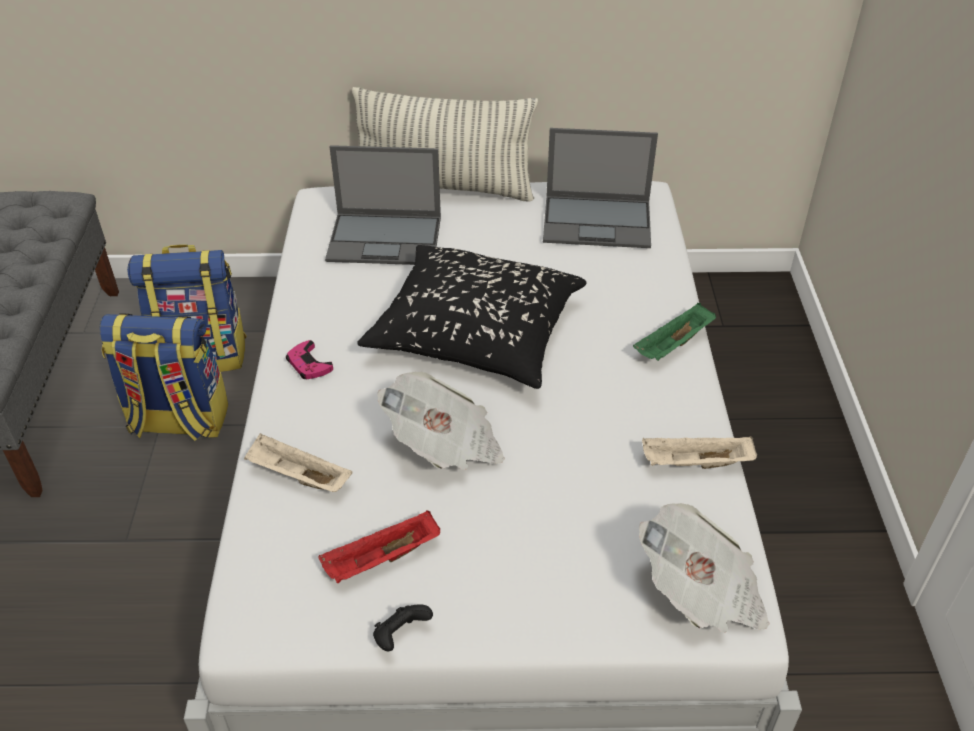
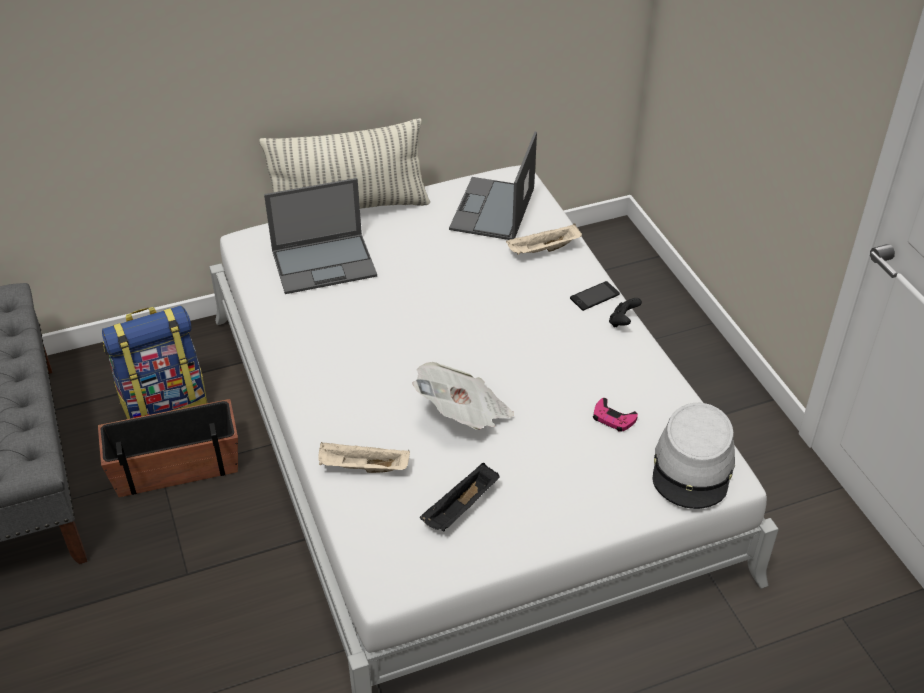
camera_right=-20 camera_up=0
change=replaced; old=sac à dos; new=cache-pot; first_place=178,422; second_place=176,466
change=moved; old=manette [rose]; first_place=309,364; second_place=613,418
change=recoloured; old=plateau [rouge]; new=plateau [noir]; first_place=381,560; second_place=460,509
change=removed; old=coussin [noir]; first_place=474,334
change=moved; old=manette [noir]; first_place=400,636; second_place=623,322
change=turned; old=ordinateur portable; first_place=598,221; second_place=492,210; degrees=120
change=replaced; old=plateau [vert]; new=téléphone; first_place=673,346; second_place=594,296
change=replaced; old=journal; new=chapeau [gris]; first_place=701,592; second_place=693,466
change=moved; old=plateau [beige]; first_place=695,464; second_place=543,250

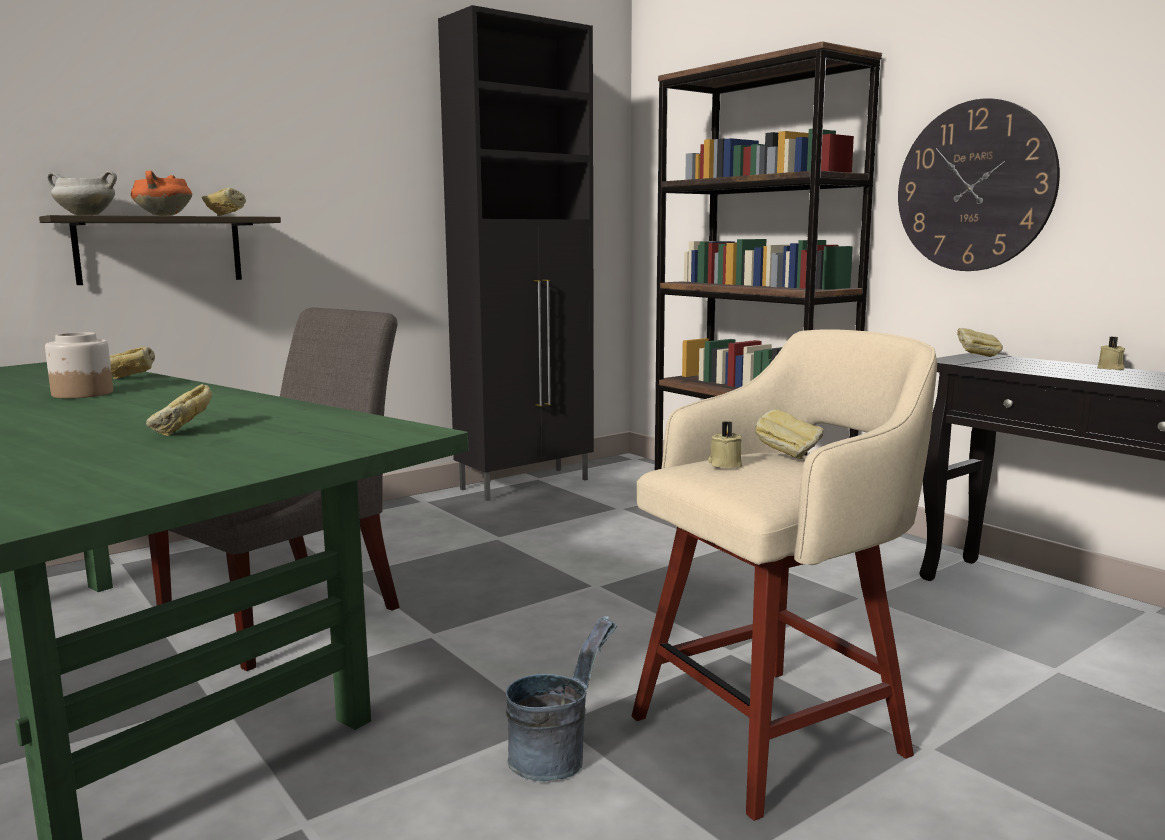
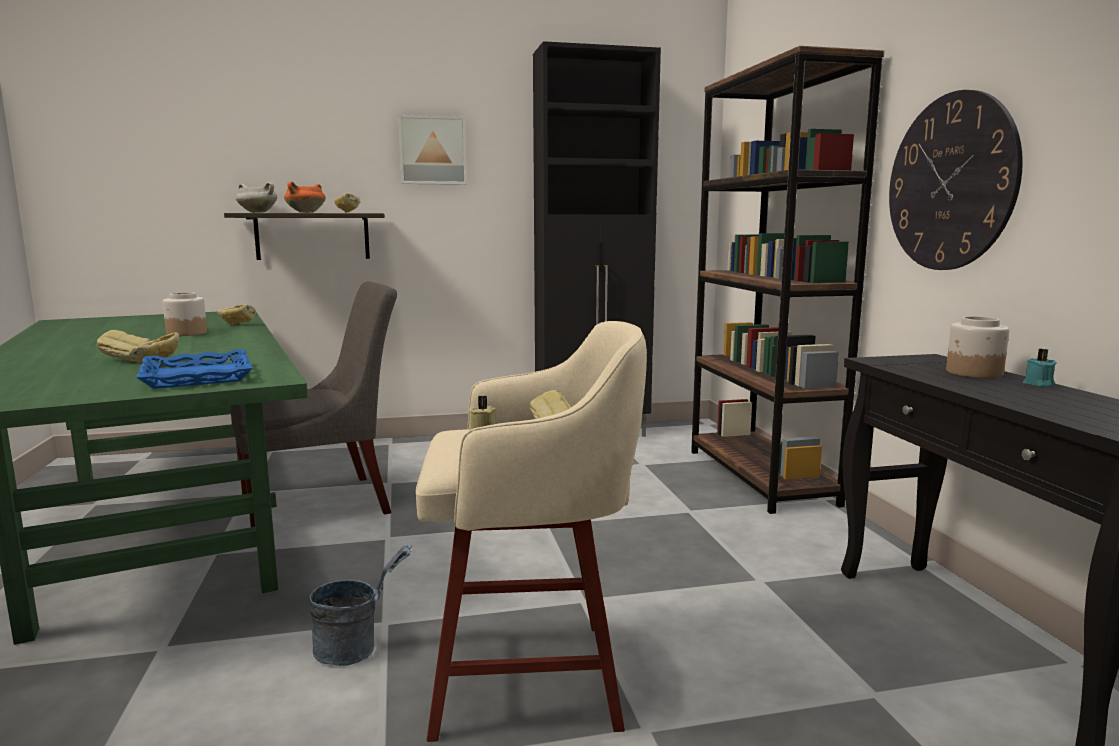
camera_right=25 camera_up=0
change=moved; old=pain; first_place=977,357; second_place=126,360
change=recoloured; old=bougie [beige]; new=bougie [turquoise]; first_place=1110,368; second_place=1038,384
change=added; new=plateau [bleu]; second_place=198,376
change=added; new=tableau; second_place=432,150
change=added; new=bocal; second_place=974,373

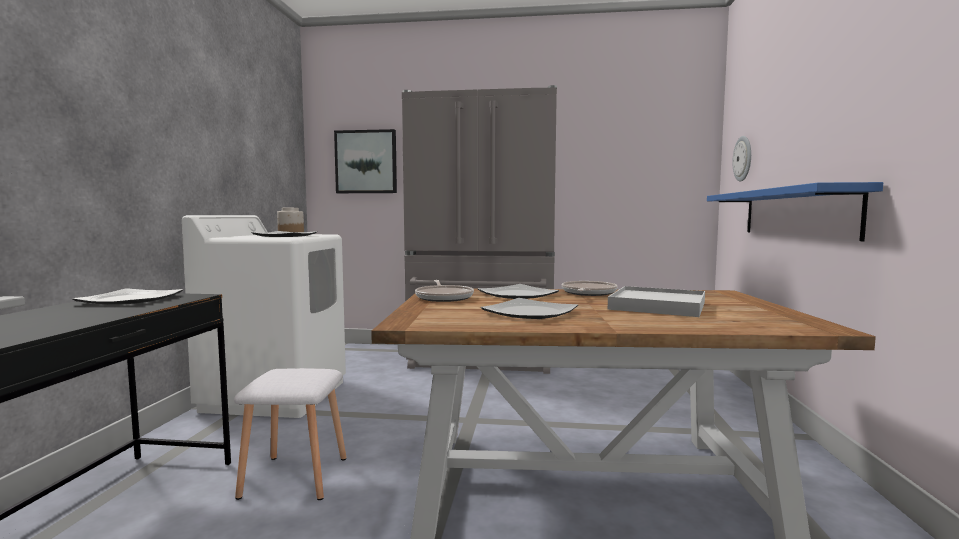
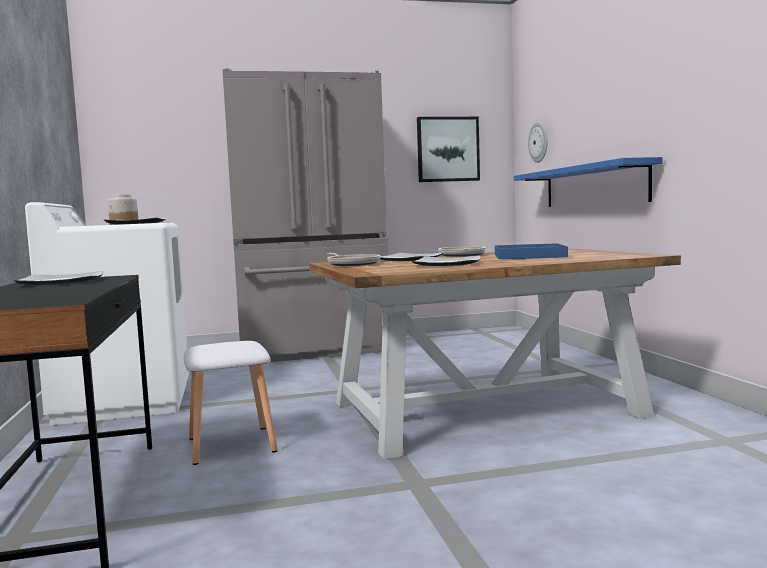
camera_right=-20 camera_up=0
change=moved; old=tableau; first_place=366,162; second_place=447,149
change=recoloured; old=plateau [blanc]; new=plateau [bleu]; first_place=657,306; second_place=529,256

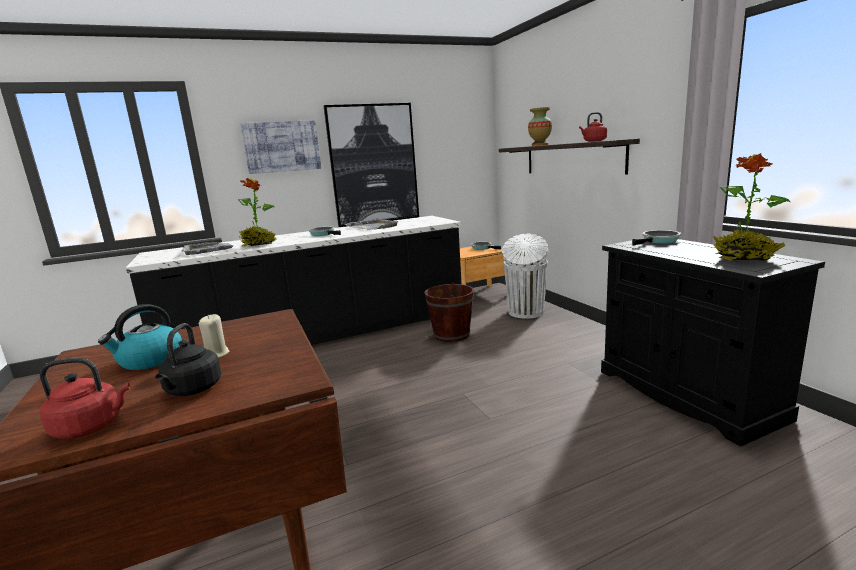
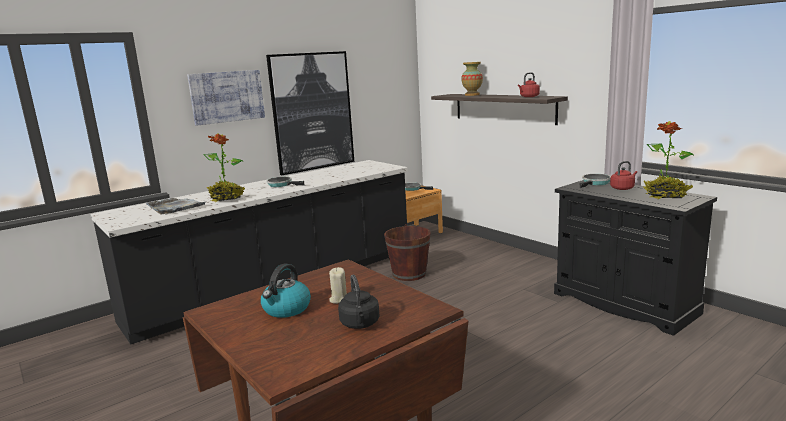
camera_right=-15 camera_up=0
change=moved; old=bouilloire [rouge]; first_place=91,427; second_place=623,188
change=removed; old=plateau [gris]; first_place=373,227
change=removed; old=poubelle [blanc]; first_place=525,312

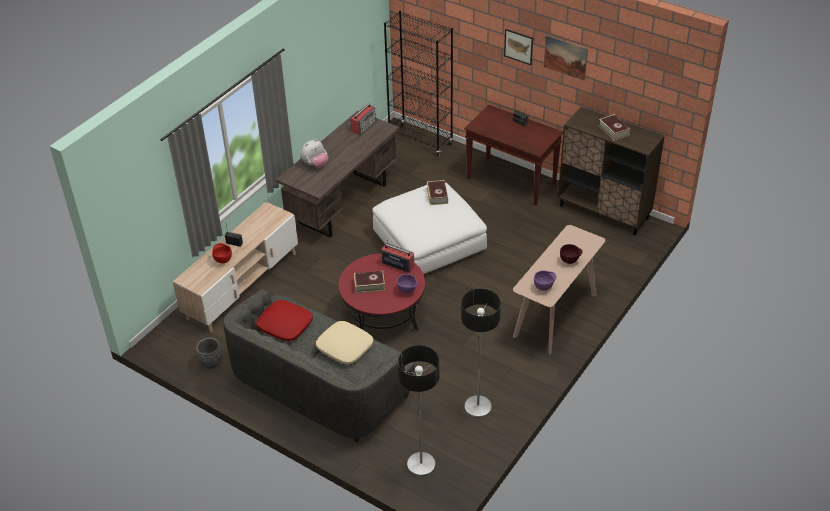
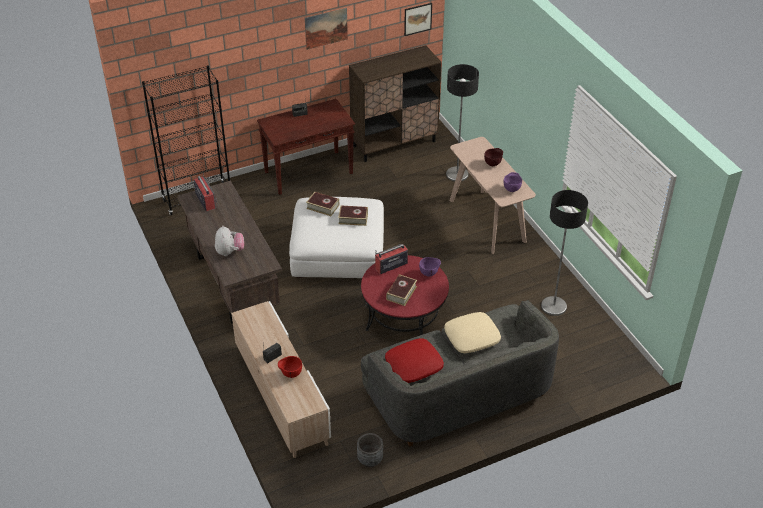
camera_right=-60 camera_up=0
change=moved; old=lampadaire; first_place=421,464; second_place=457,174
change=moved; old=tableau; first_place=518,46; second_place=417,19
change=moved; old=livre; first_place=613,130; second_place=353,218

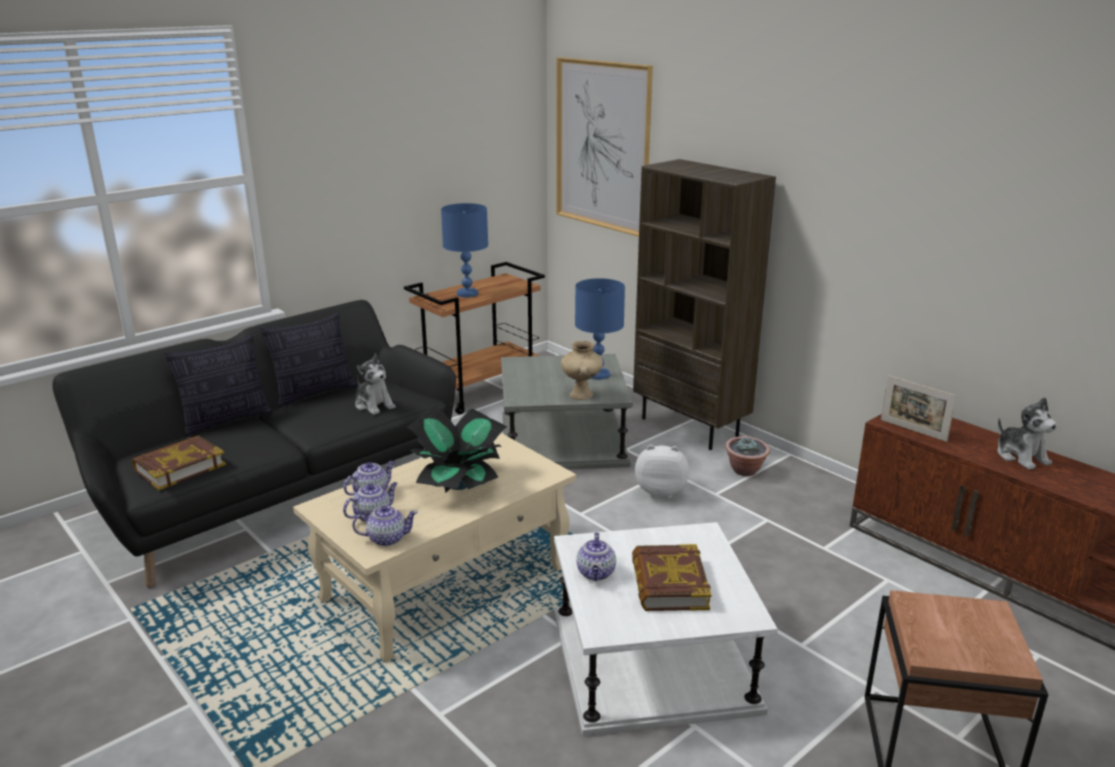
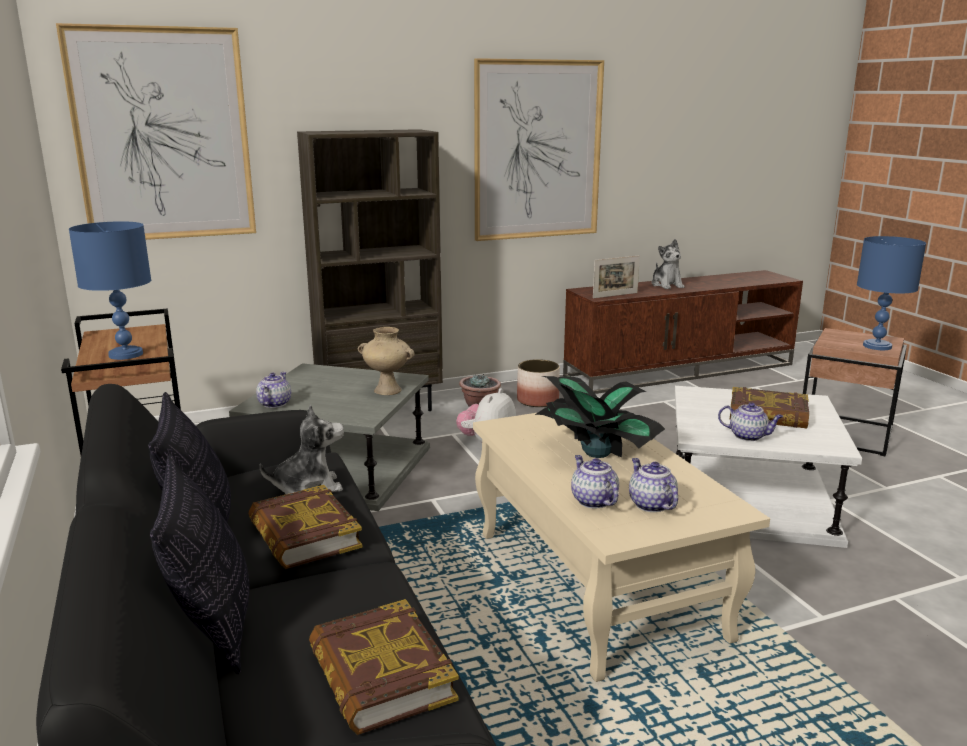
camera_right=-70 camera_up=-5
change=moved; old=théière; first_place=386,538; second_place=274,404
change=moved; old=lampe de table [bleu]; first_place=598,374; second_place=876,346
change=turned; old=peluche; first_place=1021,456; second_place=666,285; degrees=75
change=added; new=livre; second_place=304,535
change=added; new=tableau; second_place=537,150
change=added; new=cache-pot; second_place=537,400

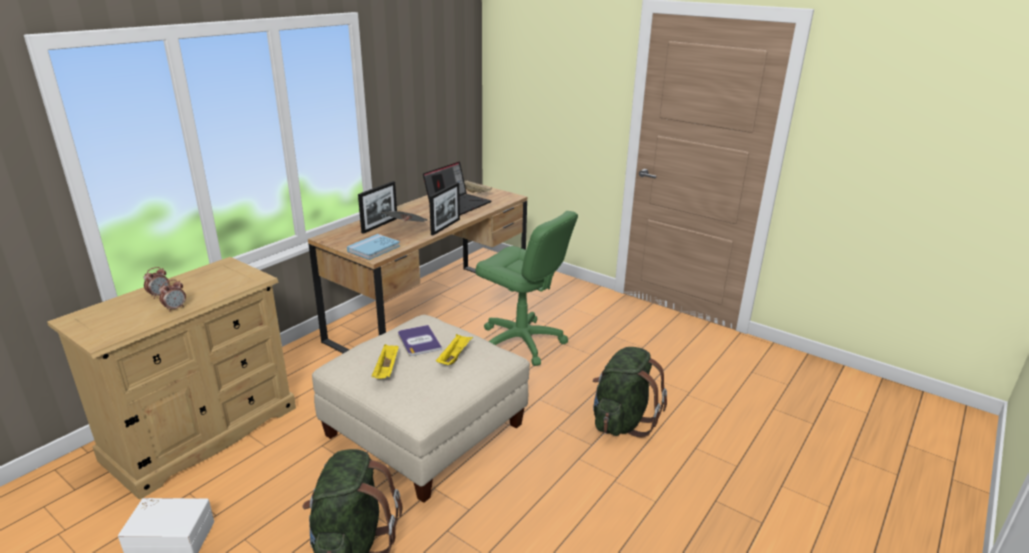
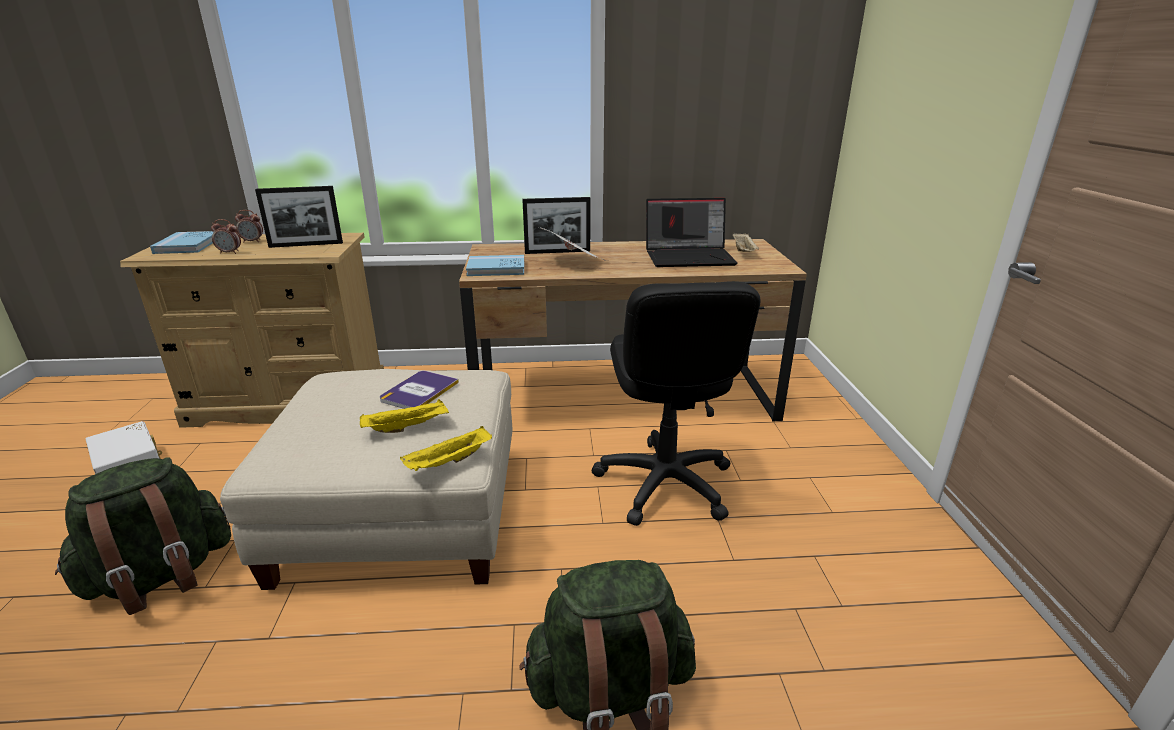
camera_right=50 camera_up=0
change=moved; old=plateau [jaune]; first_place=386,370; second_place=449,462
change=moved; old=cadre photo; first_place=445,227; second_place=306,245
change=recoloured; old=chaise de bureau [vert]; new=chaise de bureau [noir]; first_place=521,342; second_place=664,483
change=added; new=livre [bleu]; second_place=188,245

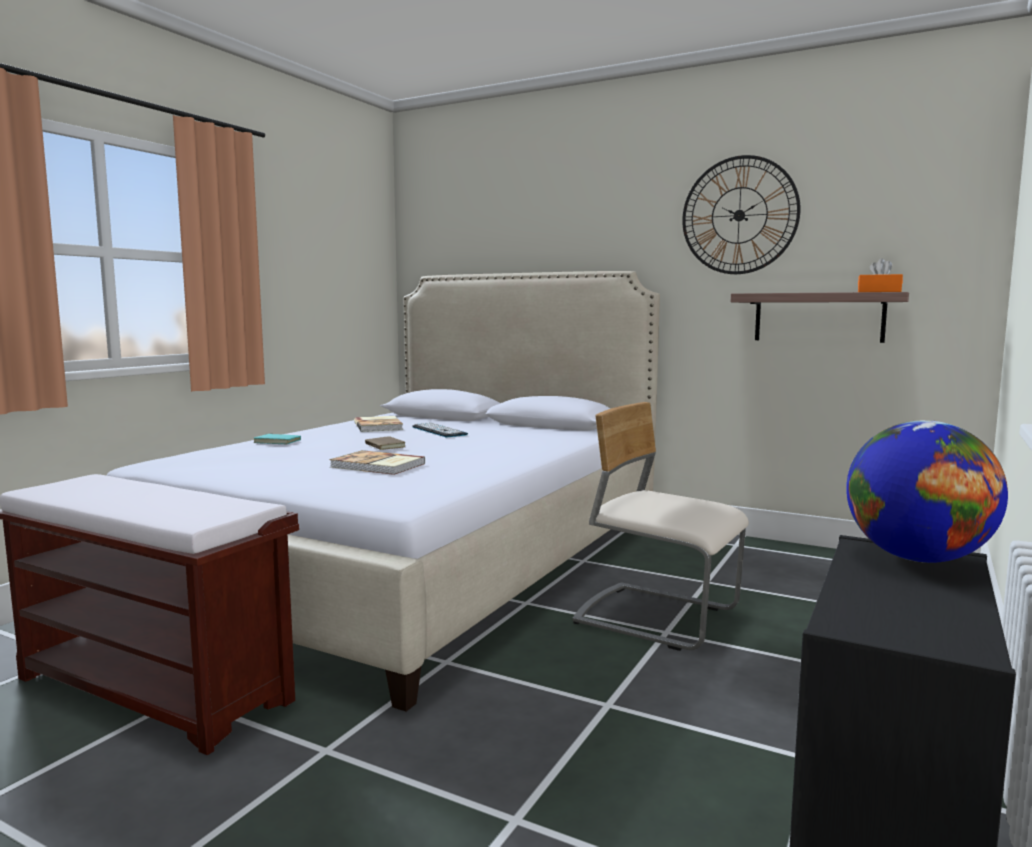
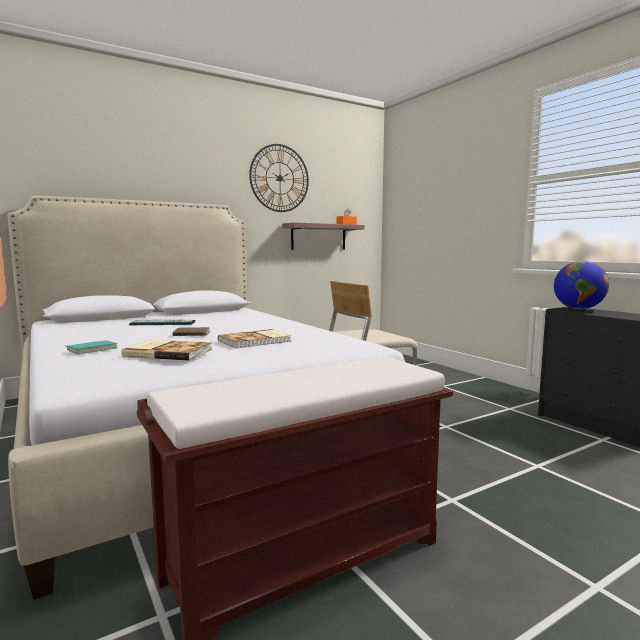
camera_right=-60 camera_up=0
change=moved; old=livre; first_place=379,426; second_place=168,352

